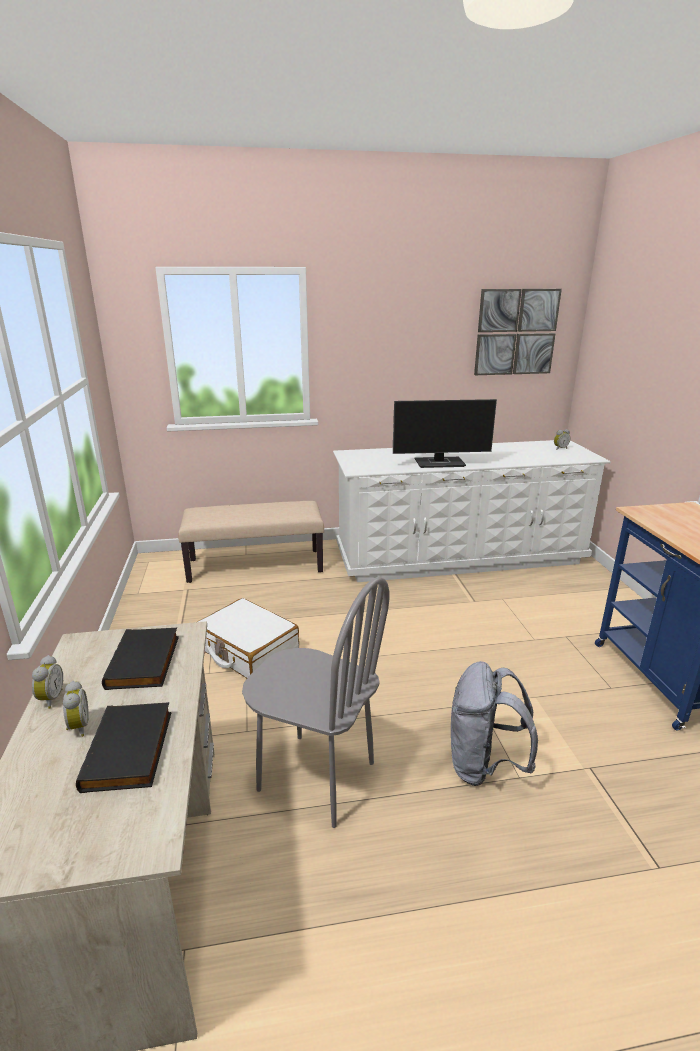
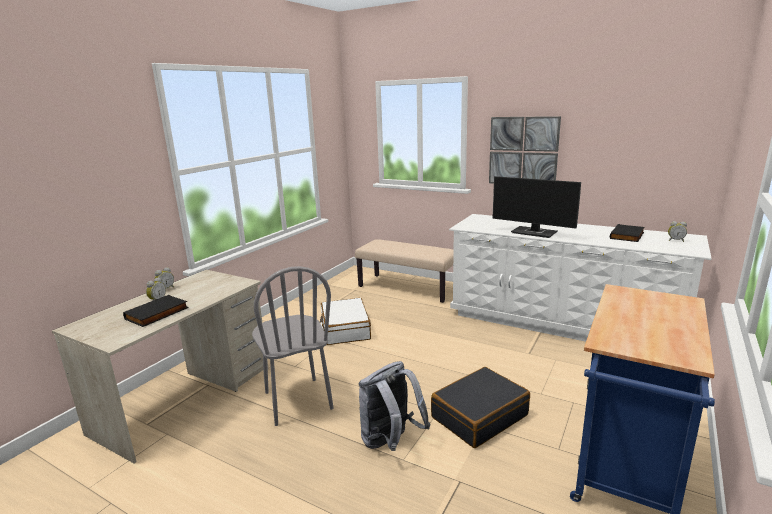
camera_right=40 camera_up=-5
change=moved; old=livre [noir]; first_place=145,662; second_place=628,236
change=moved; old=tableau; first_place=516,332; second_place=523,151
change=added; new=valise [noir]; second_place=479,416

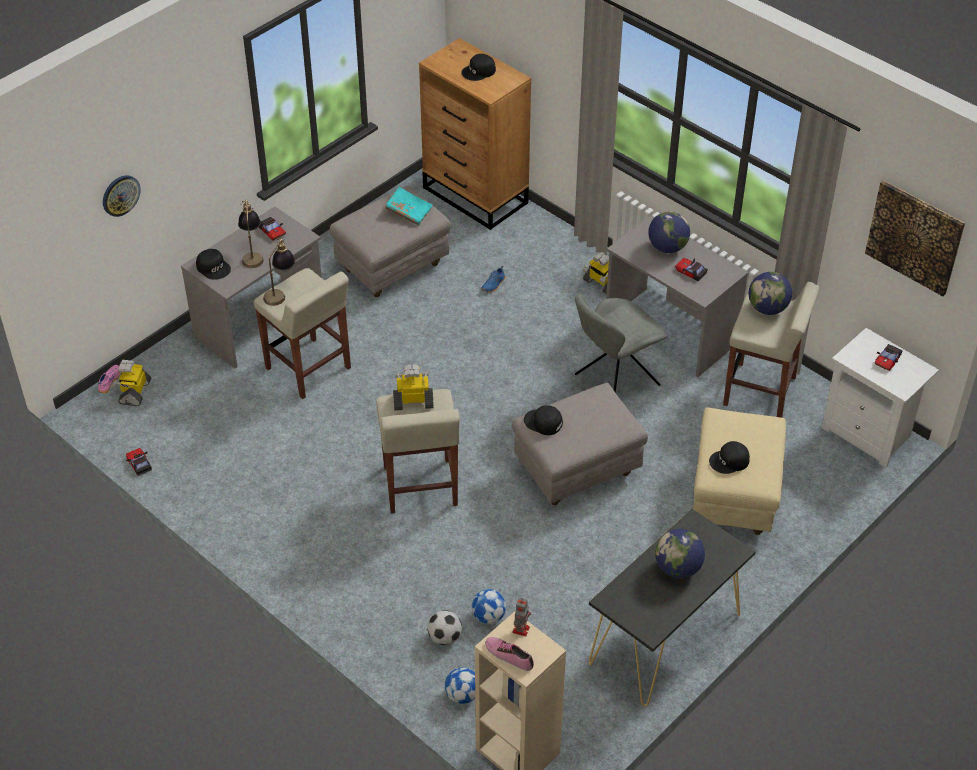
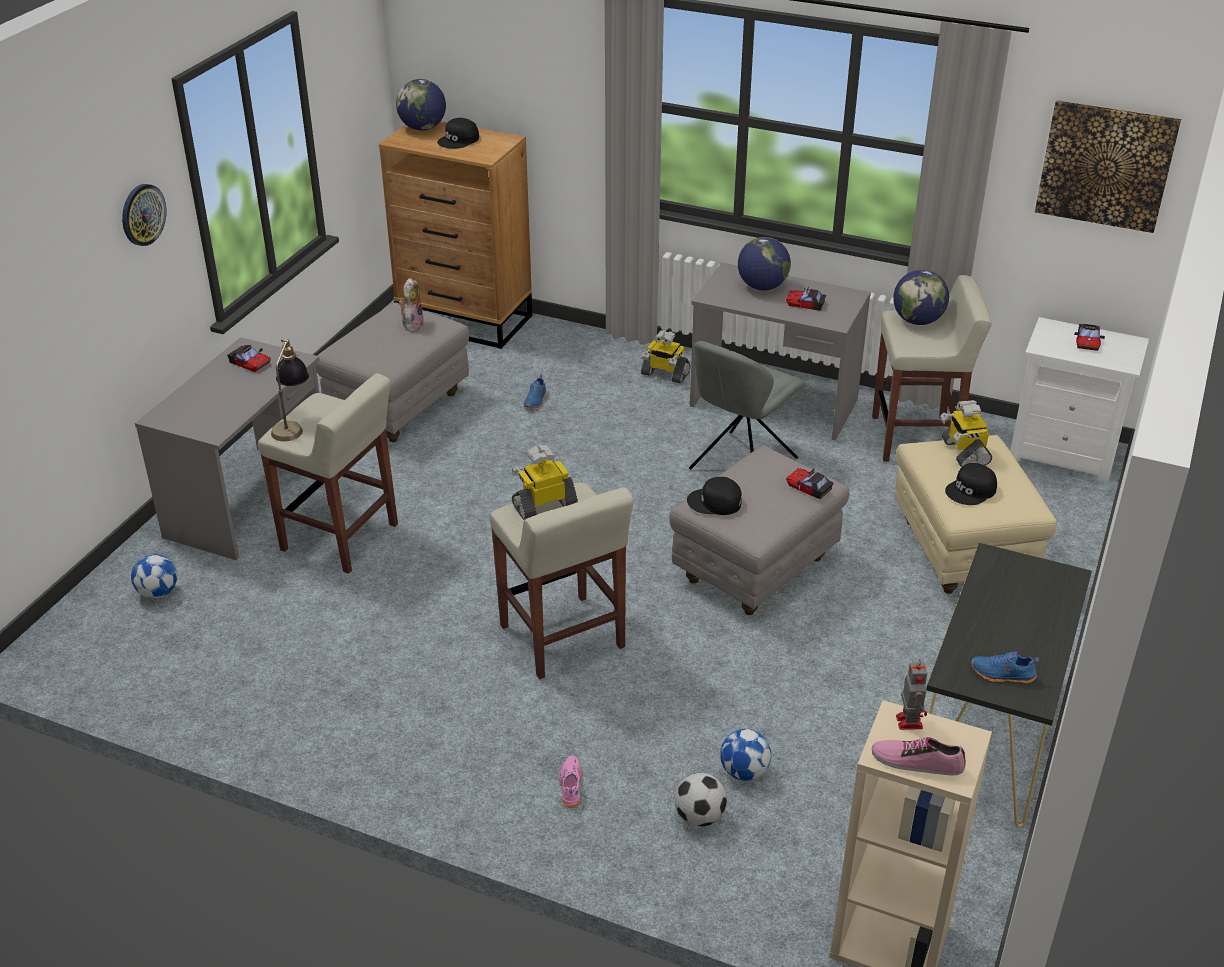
camera_right=-20 camera_up=-10
change=moved; old=chaussure [rose]; first_place=108,381; second_place=570,786
change=moved; old=horloge murale; first_place=120,195; second_place=142,214
change=moved; old=robot jouet; first_place=134,392; second_place=964,452
change=moved; old=petite voiture; first_place=139,464; second_place=809,487
change=removed; old=casquette [noir]; first_place=213,267
change=removed; old=lampe de table; first_place=252,254
change=replaced; old=livre [turquoise]; new=peluche; first_place=409,212; second_place=412,324
change=moved; old=ballon de foot; first_place=462,695; second_place=158,592
change=moved; old=globe; first_place=678,568; second_place=423,128
change=added; new=chaussure [bleu]; second_place=1002,675

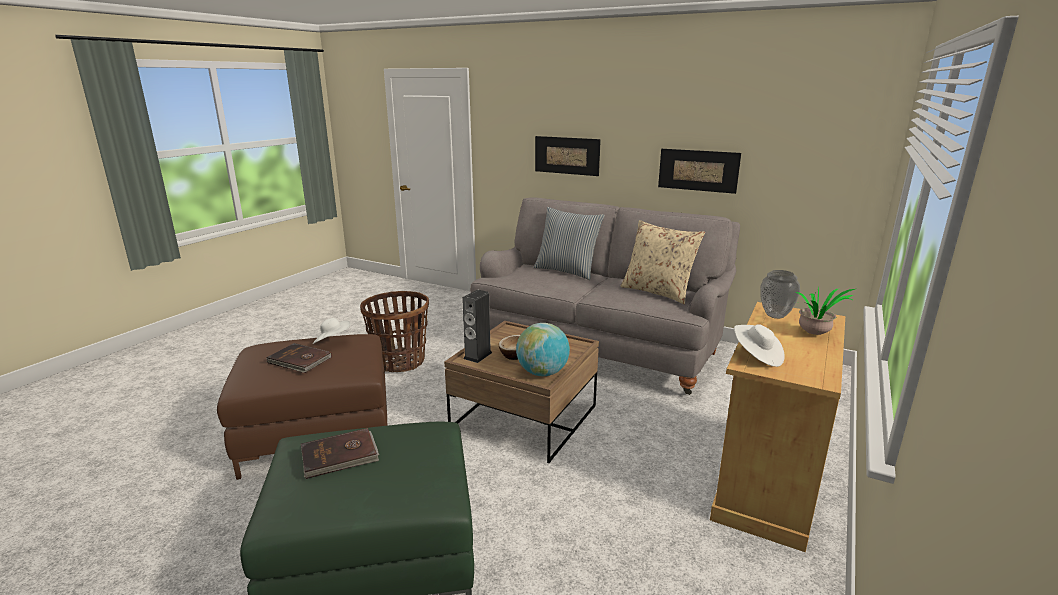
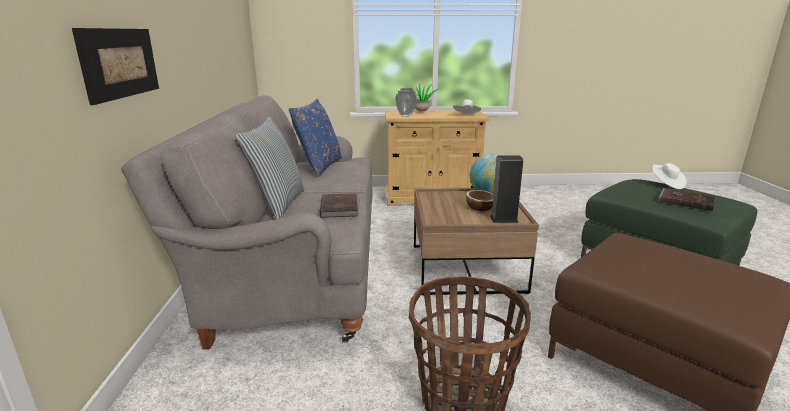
camera_right=-120 camera_up=0
change=moved; old=livre [marron]; first_place=299,361; second_place=340,207
change=moved; old=chapeau [blanc]; first_place=332,341; second_place=666,184
change=recoloured; old=coussin [beige]; new=coussin [bleu]; first_place=658,292; second_place=319,166
change=removed; old=tableau; first_place=698,170

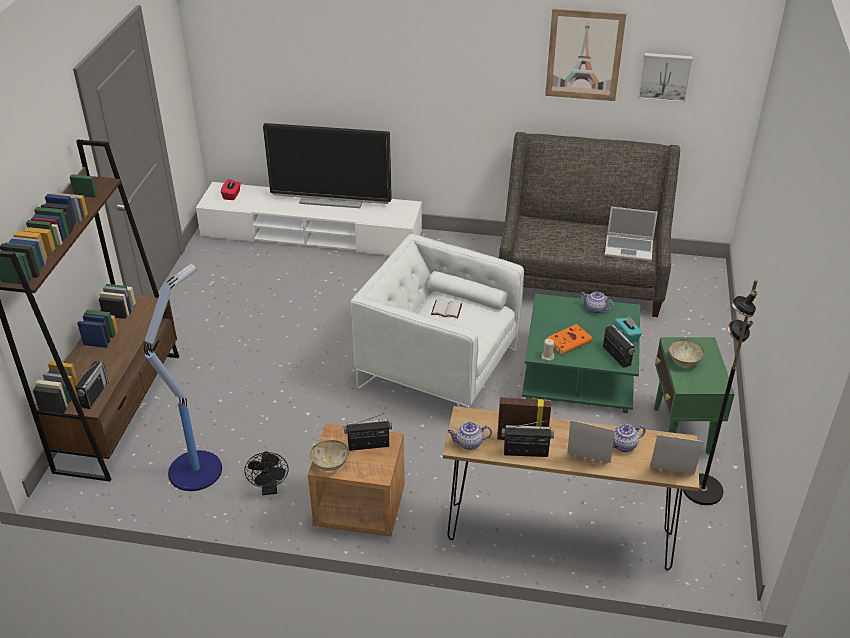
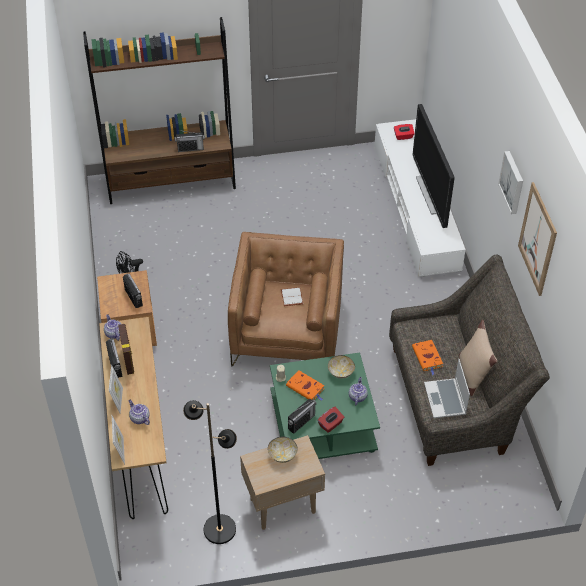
camera_right=70 camera_up=10
change=moved; old=radio; first_place=95,395; second_place=190,149
change=removed; old=lampadaire; first_place=196,469
change=moved; old=bol; first_place=330,464; second_place=341,373
change=recoloured; old=fauteuil [blanc]; new=fauteuil [marron]; first_place=438,368; second_place=287,332
change=recoloured; old=boîte à mouchoirs [turquoise]; new=boîte à mouchoirs [rouge]; first_place=626,336; second_place=331,424
change=moved; old=tableau; first_place=664,76; second_place=513,182
change=recoloured; old=table d'appoint [vert]; new=table d'appoint [beige]; first_place=681,431; second_place=282,505
change=added; new=livre [orange]; second_place=427,358
change=added; new=coussin [beige]; second_place=473,374

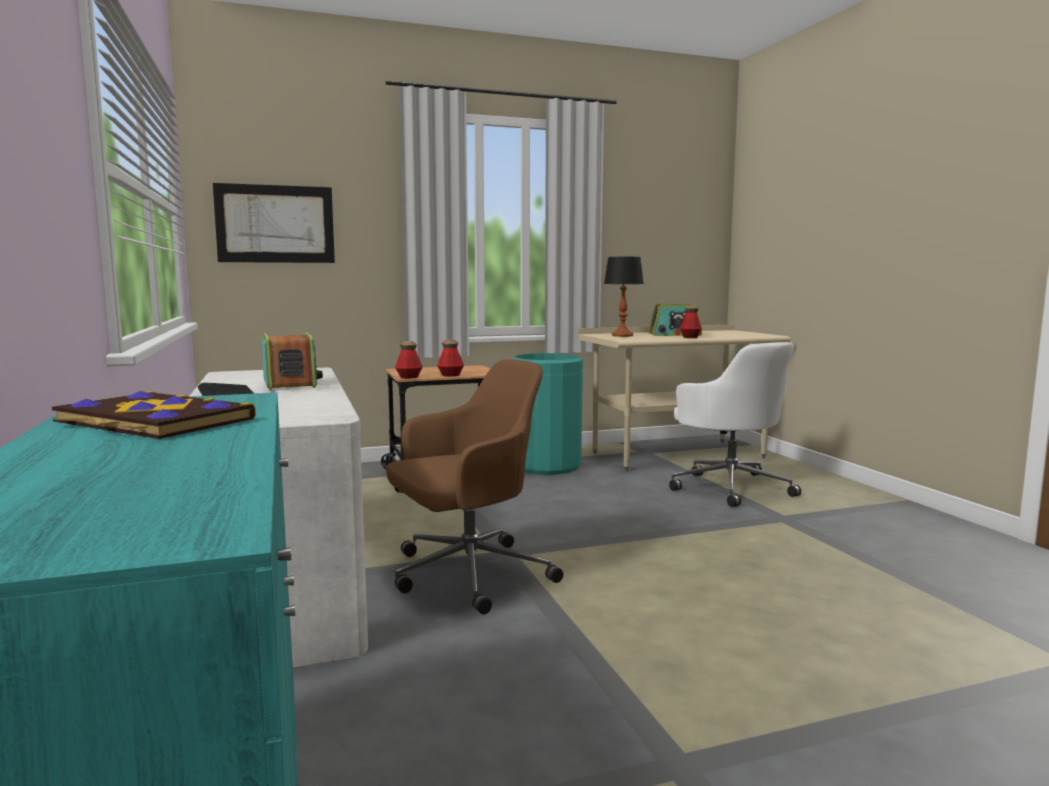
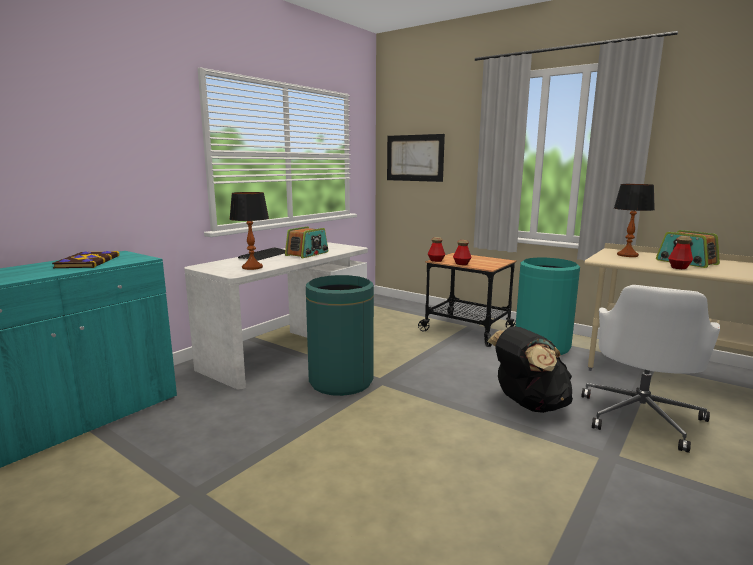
camera_right=55 camera_up=5
change=replaced; old=chaise de bureau [marron]; new=poubelle [vert]; first_place=467,575; second_place=341,381
change=added; new=lampe de table; second_place=252,267
change=added; new=sac à dos [noir]; second_place=528,404

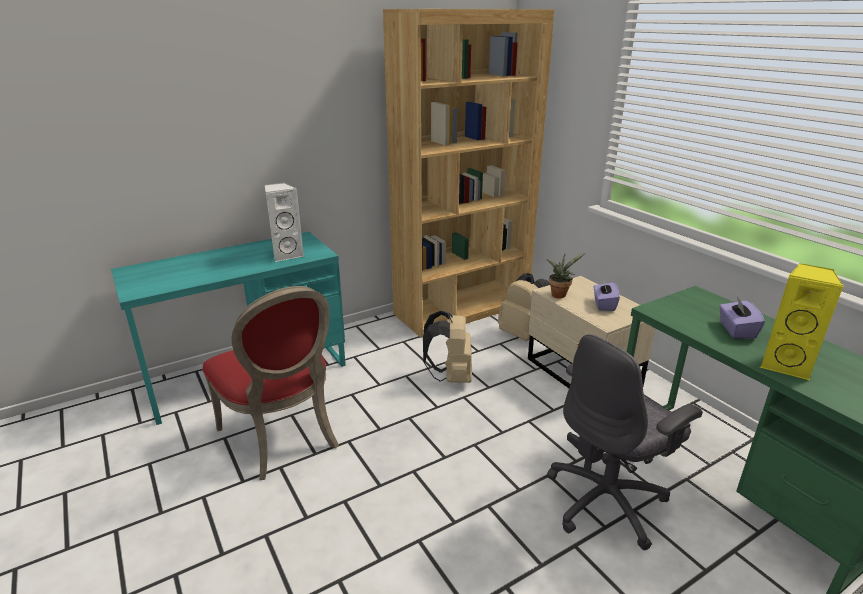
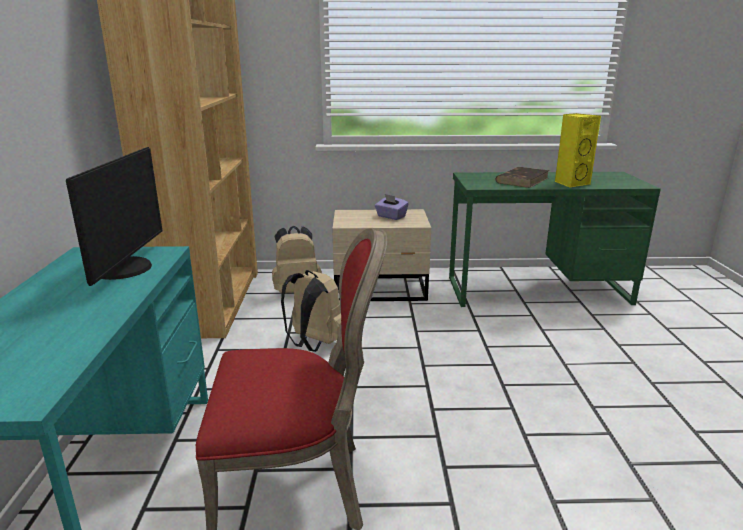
camera_right=-60 camera_up=-5
change=replaced; old=enceinte [blanc]; new=écran d'ordinateur; first_place=286,255; second_place=126,269
change=removed; old=plante en pot; first_place=559,294
change=removed; old=chaise de bureau [gris]; first_place=607,501
change=replaced; old=boîte à mouchoirs [violet]; new=livre [marron]; first_place=736,330; second_place=522,180

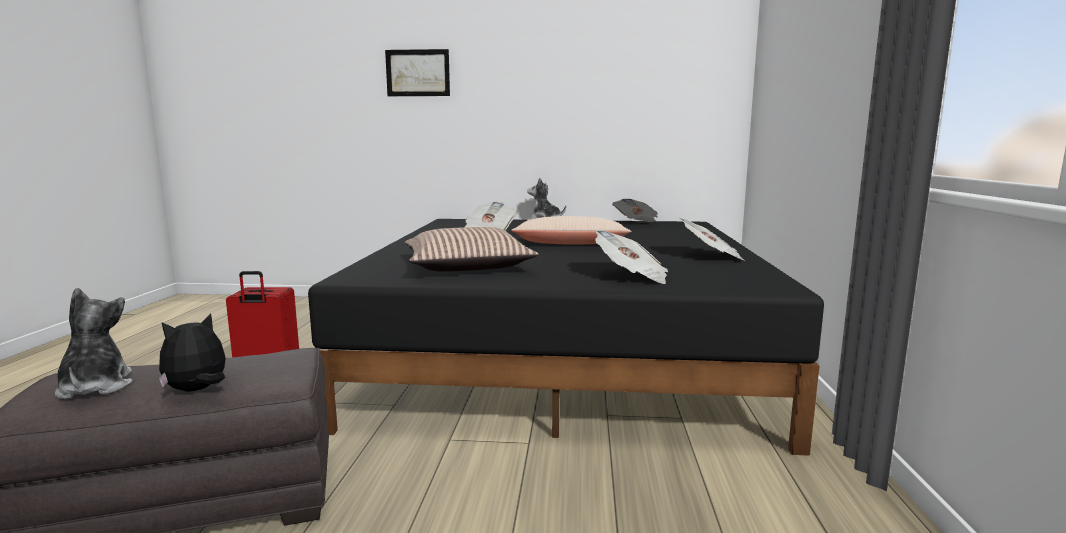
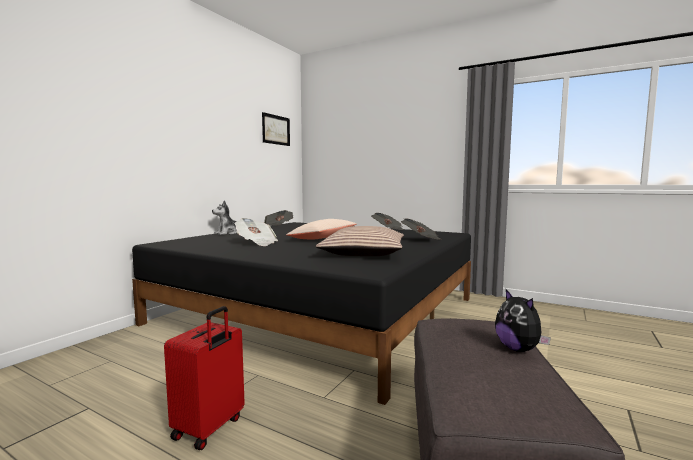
camera_right=-65 camera_up=-5
change=removed; old=peluche; first_place=95,387
change=moved; old=tableau; first_place=418,73; second_place=276,130

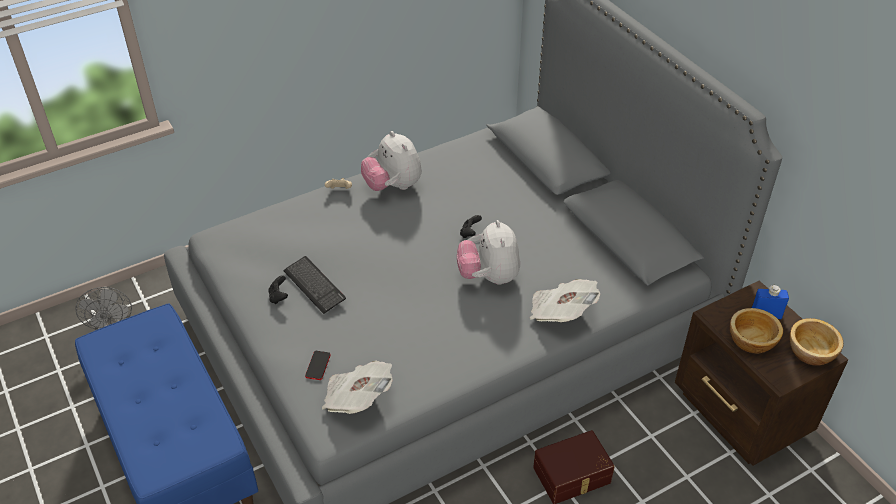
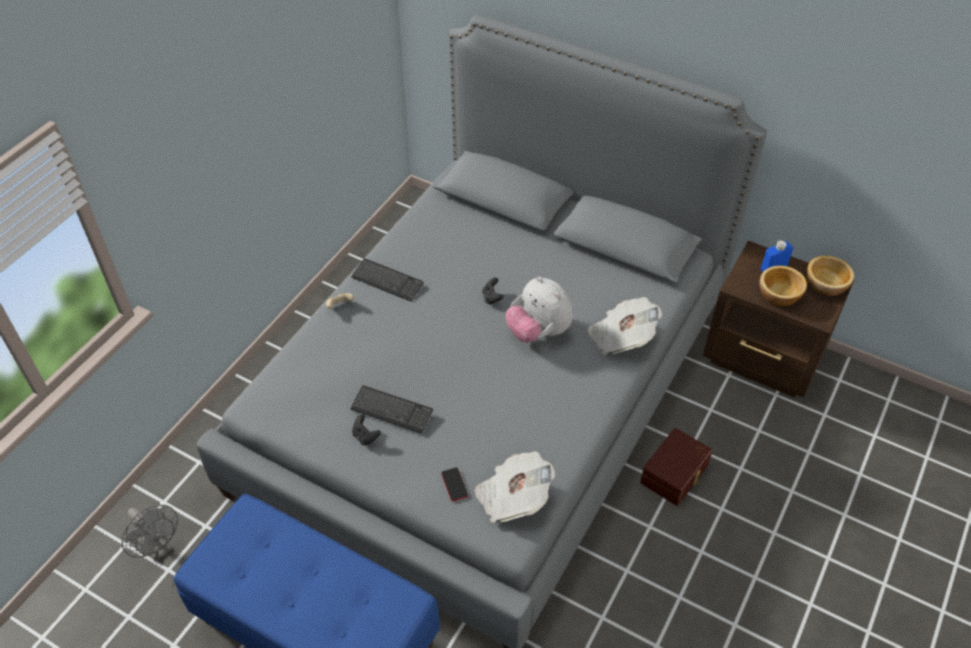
camera_right=-30 camera_up=5
change=replaced; old=peluche; new=clavier; first_place=393,186; second_place=387,281

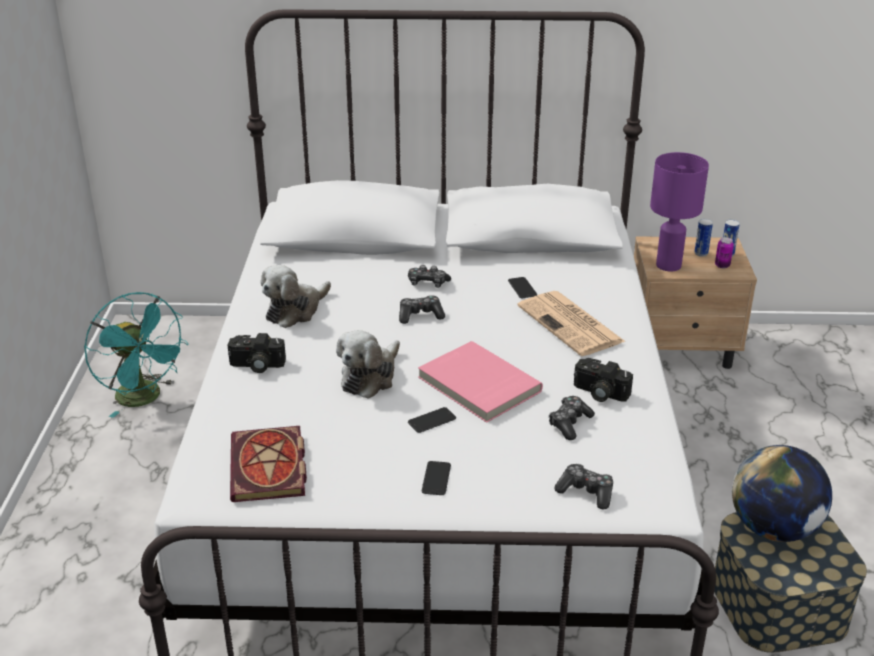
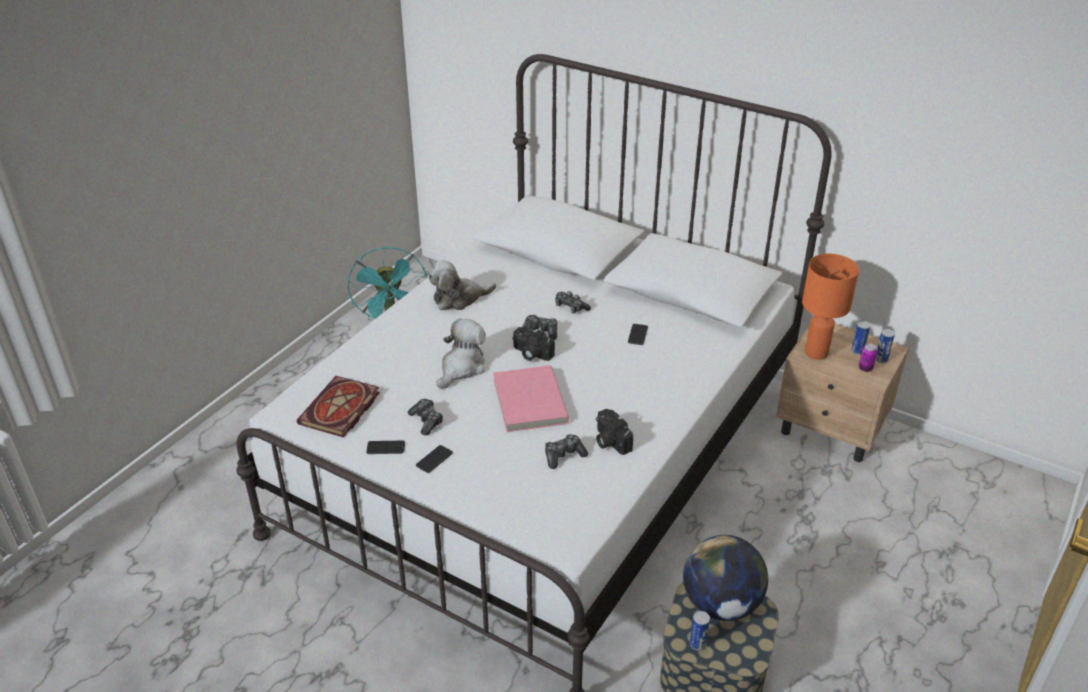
camera_right=30 camera_up=5
change=moved; old=appareil photo; first_place=256,366; second_place=530,353
change=turned; old=peluche; first_place=370,377; second_place=461,368; degrees=150
change=moved; old=téléphone; first_place=432,421; second_place=385,448
change=removed; old=journal; first_place=572,325
change=moved; old=manette; first_place=586,492; second_place=426,421
change=recoloured; old=lampe de table [violet]; new=lampe de table [orange]; first_place=669,265; second_place=816,353
change=added; new=boîte métallique; second_place=697,644

